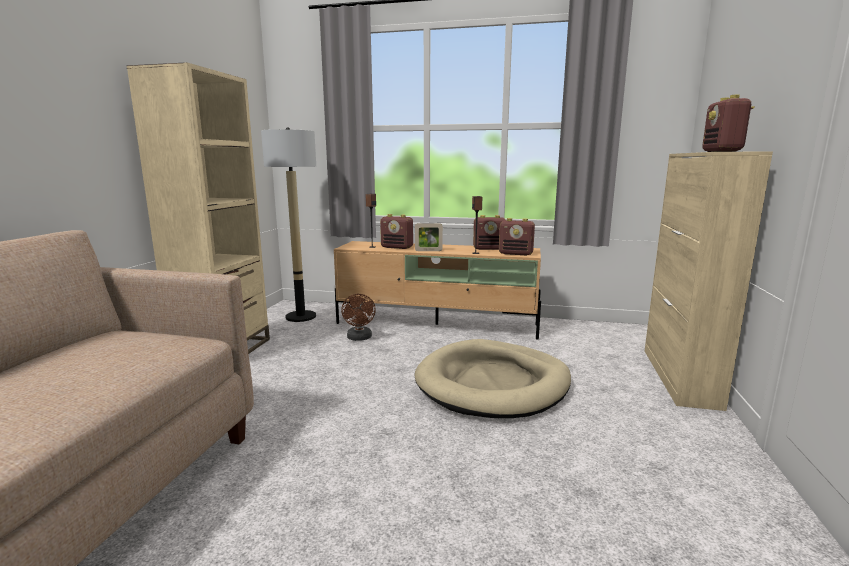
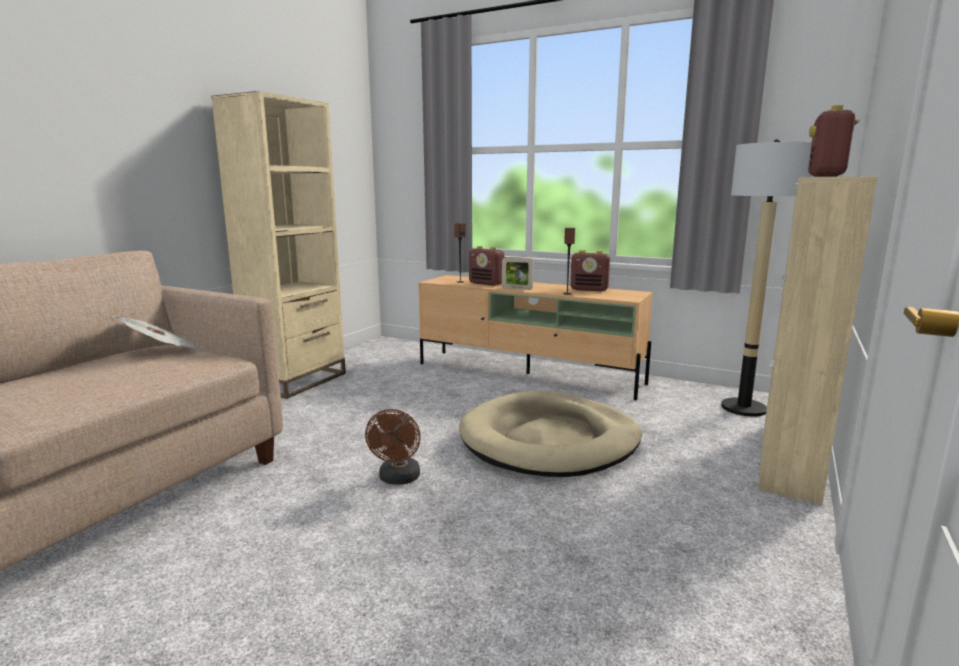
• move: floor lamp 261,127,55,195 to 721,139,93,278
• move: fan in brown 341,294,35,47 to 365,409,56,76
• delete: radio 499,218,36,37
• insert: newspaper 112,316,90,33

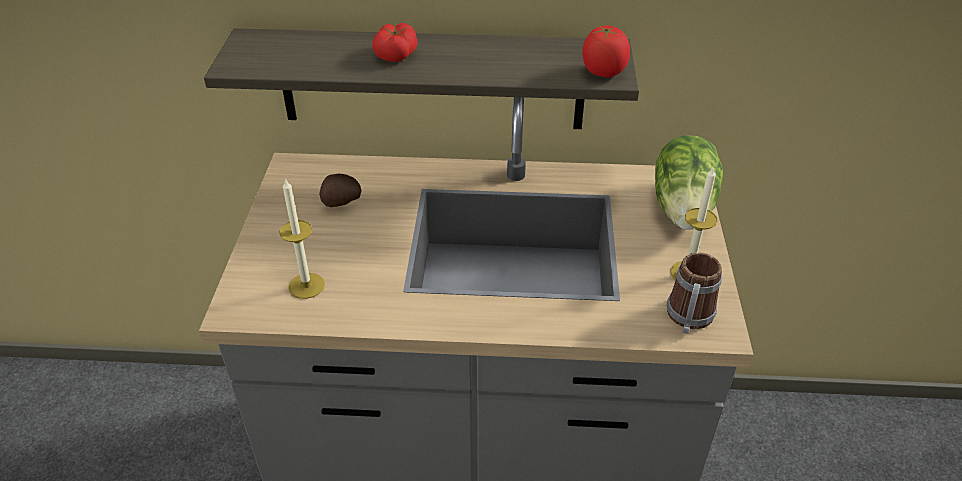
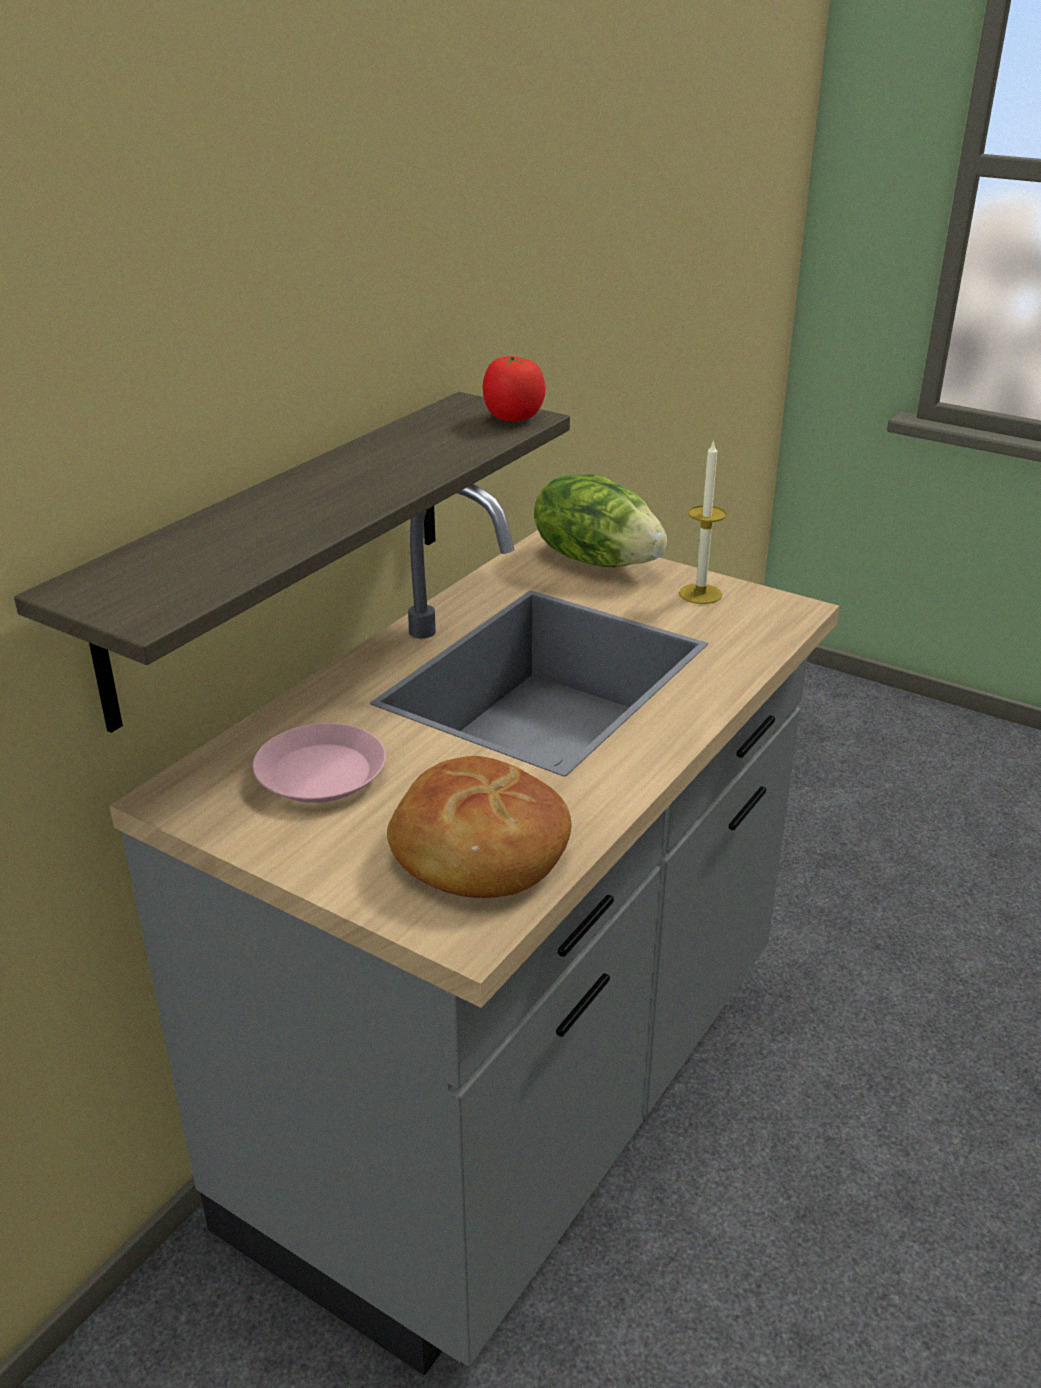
• replace: candle 279,179,46,120 to bread 387,756,184,142
• replace: potato 319,174,42,33 to plate in pink 253,723,133,80
• delete: tomato 372,23,46,39
• delete: mug 667,252,55,82

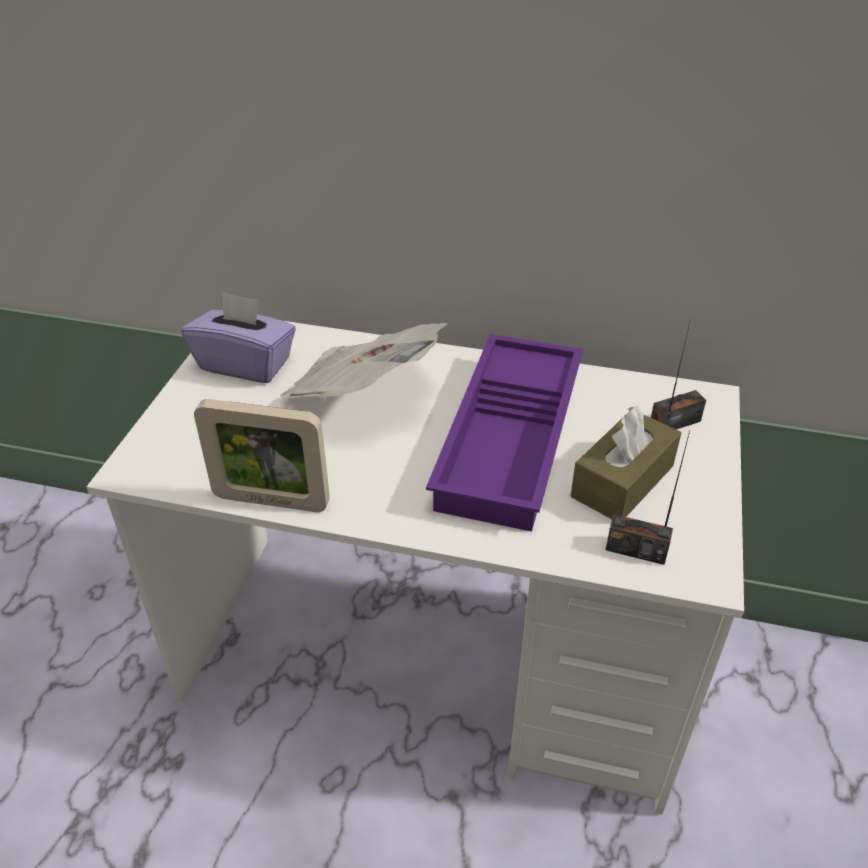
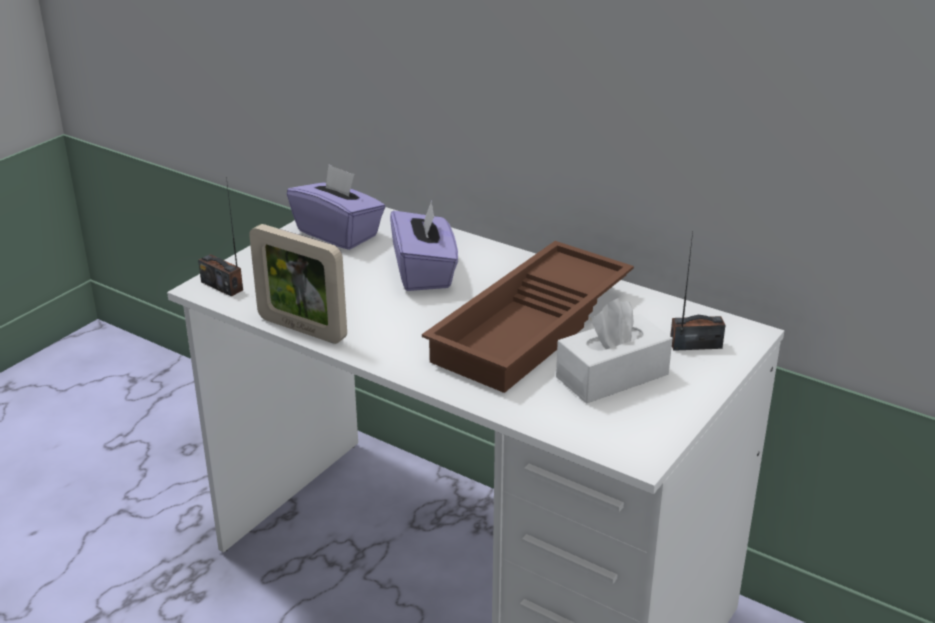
• replace: newspaper 281,323,166,75 to tissue box in purple 390,200,68,91
• recolor: tray in purple 426,334,157,198 to tray in brown 422,241,212,152
• recolor: tissue box in brown 571,406,110,113 to tissue box in white 556,298,117,106
• move: radio 606,431,84,134 to 198,176,45,120

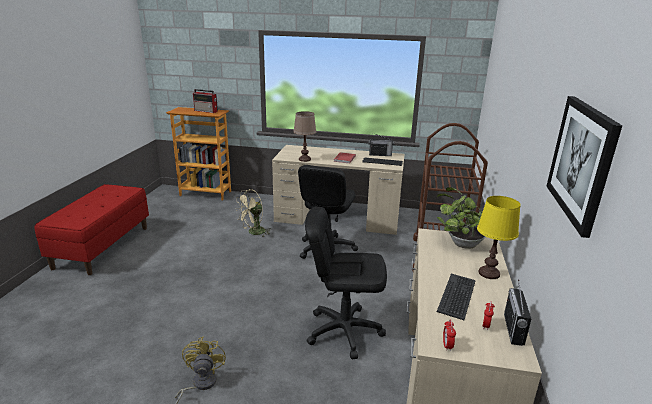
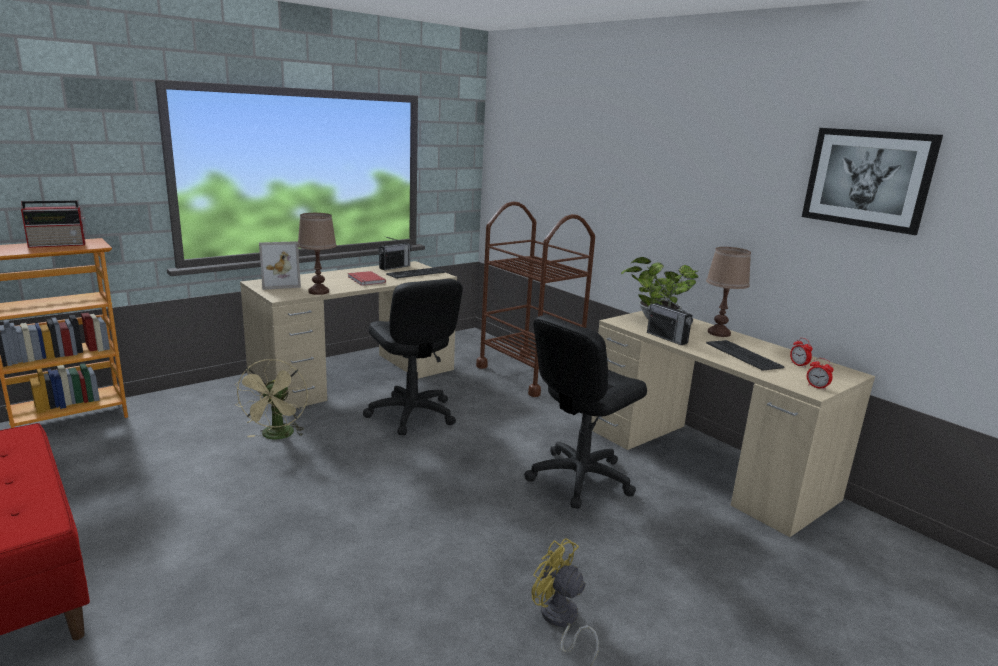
• recolor: table lamp in yellow 477,196,44,83 to table lamp in brown 706,247,45,90
• move: radio 504,279,27,67 to 647,292,46,53
• insert: picture frame 259,241,42,49

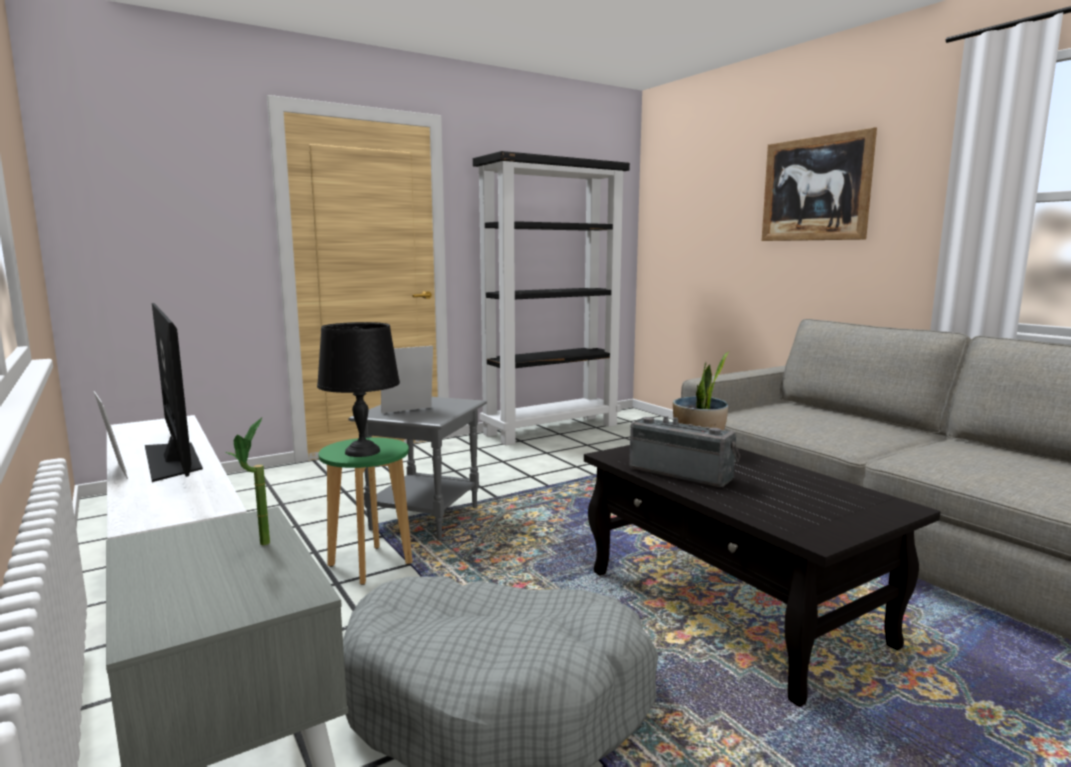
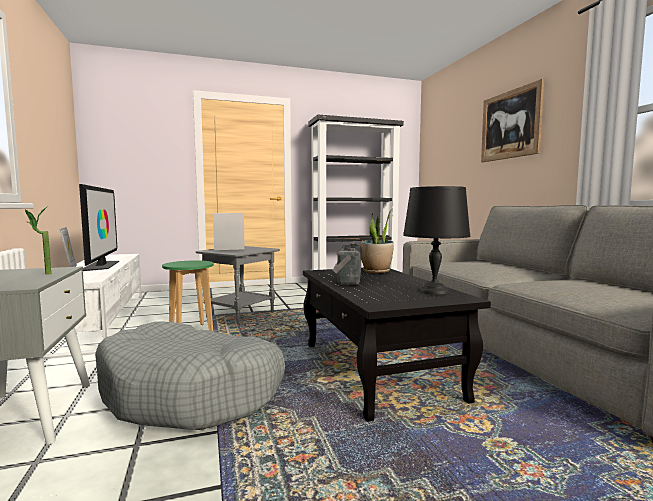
• move: table lamp in black 317,322,83,135 to 403,186,67,109
• rotate: radio 629,416,111,71 = 332,243,29,42 135 degrees counterclockwise

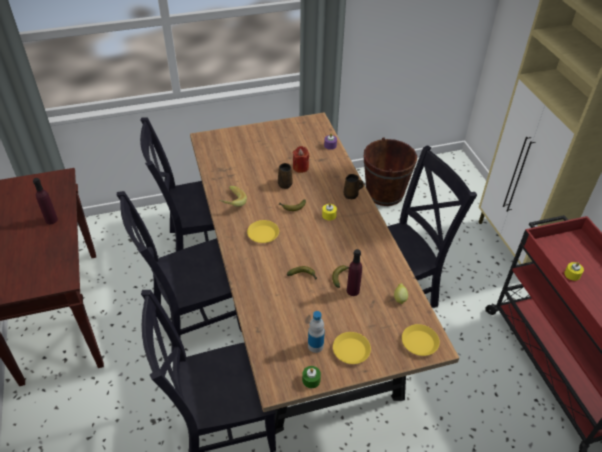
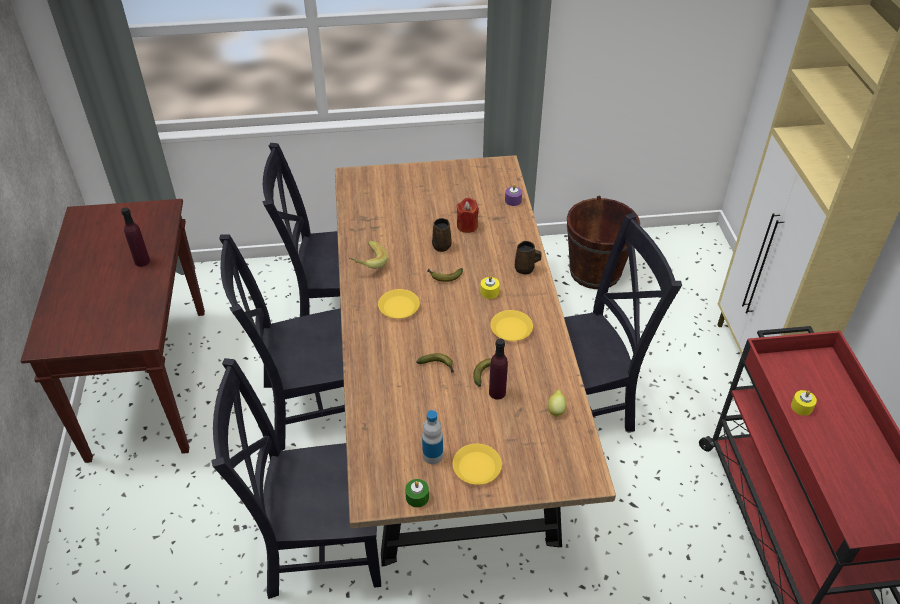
• move: plate in yellow 402,324,38,32 to 490,310,43,31

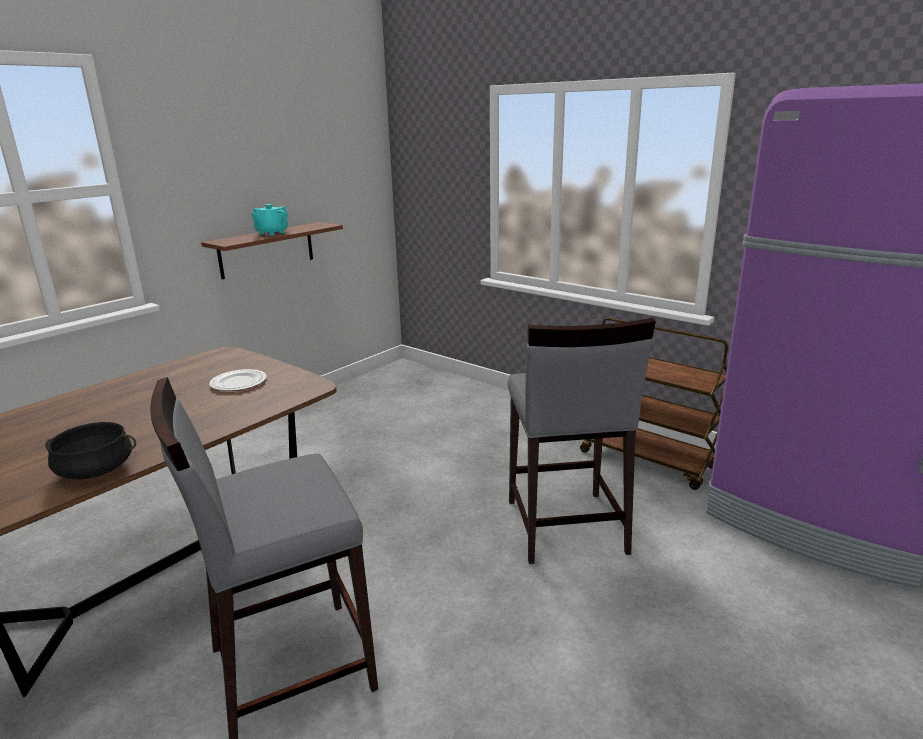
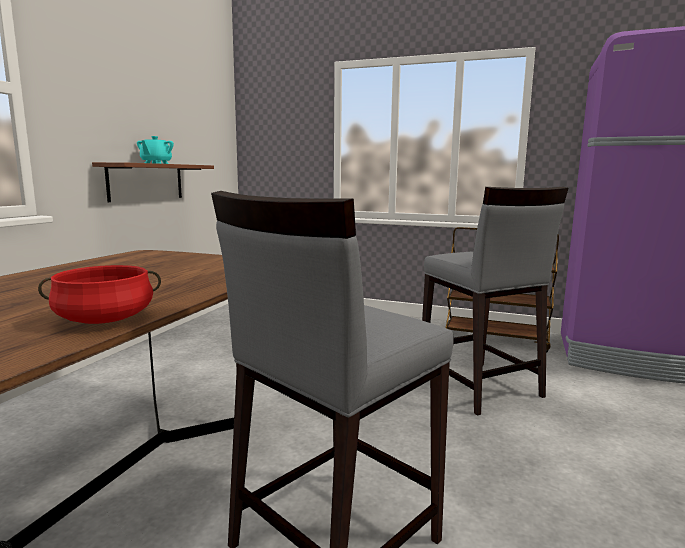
• recolor: cooking pot in black 45,422,91,57 to cooking pot in red 38,265,123,59
• delete: plate 209,369,58,22

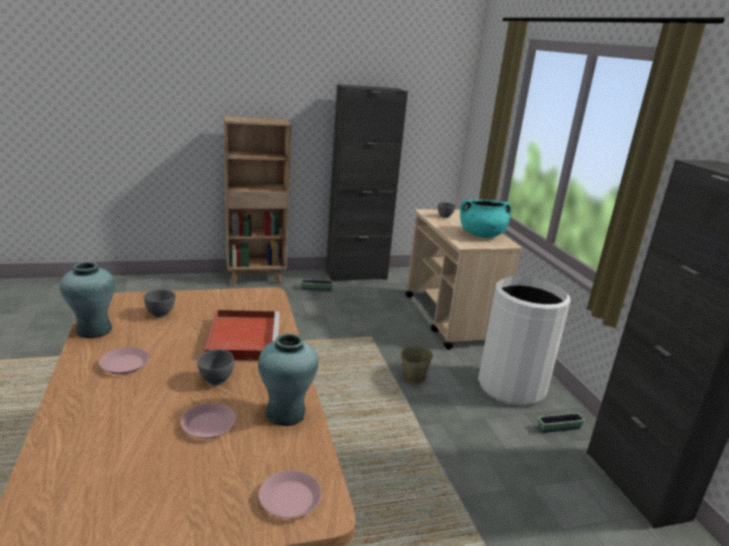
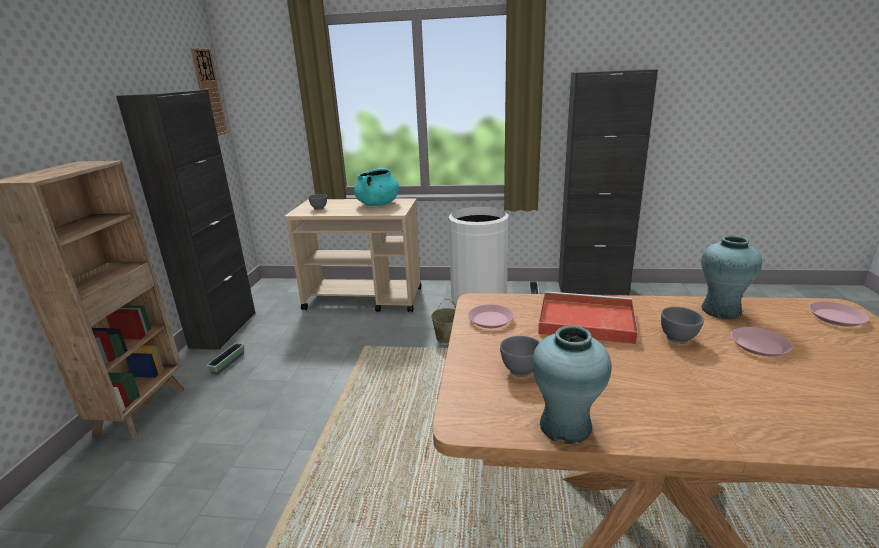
• move: plate in pink 99,347,50,27 to 468,304,46,24
• insert: wall clock 190,48,38,87

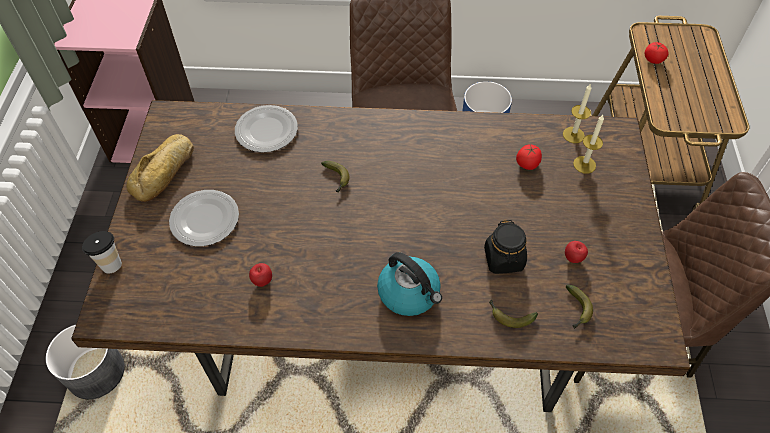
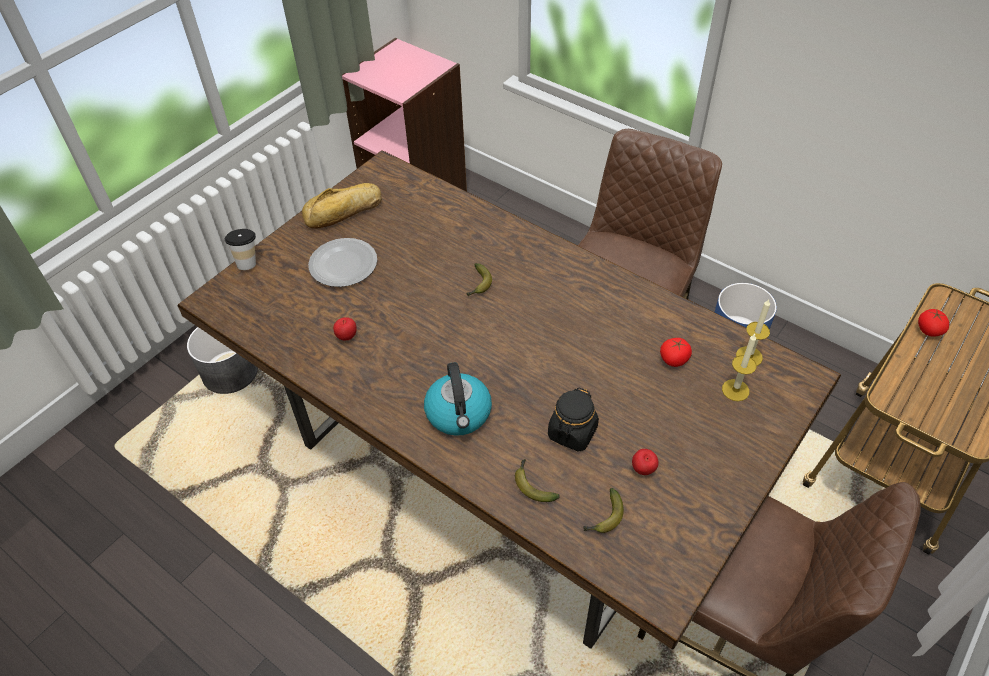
• delete: plate 235,105,63,47

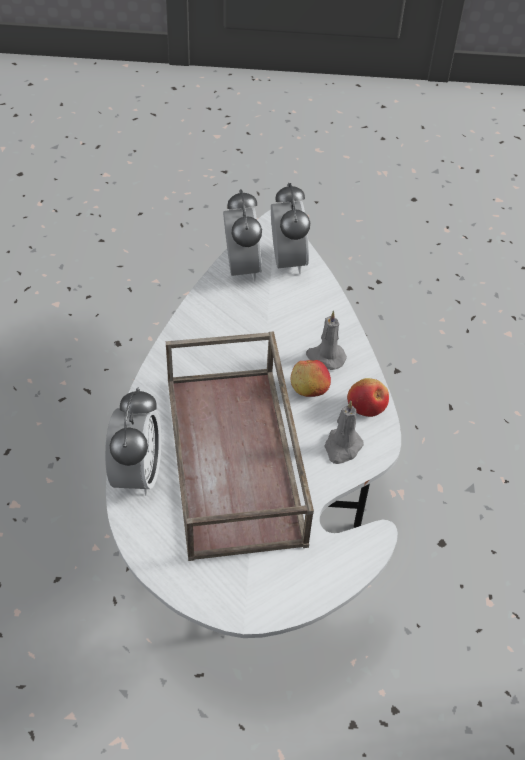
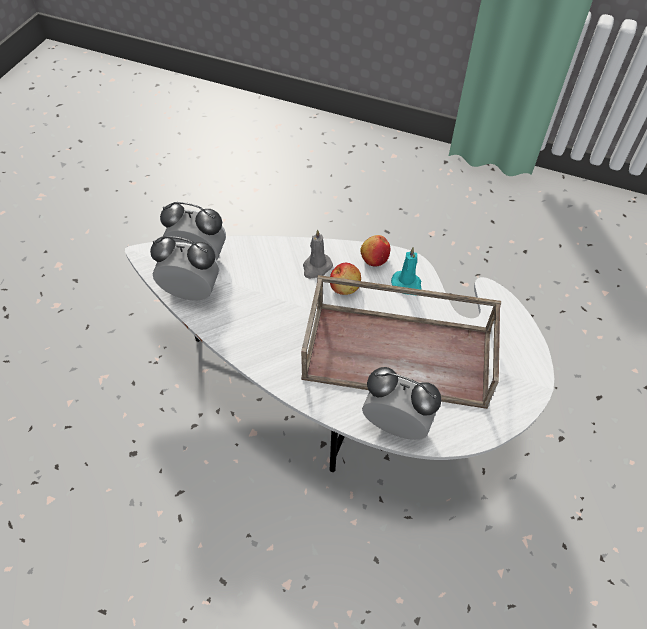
• recolor: candle in grey 324,401,40,63 to candle in turquoise 391,247,31,49

